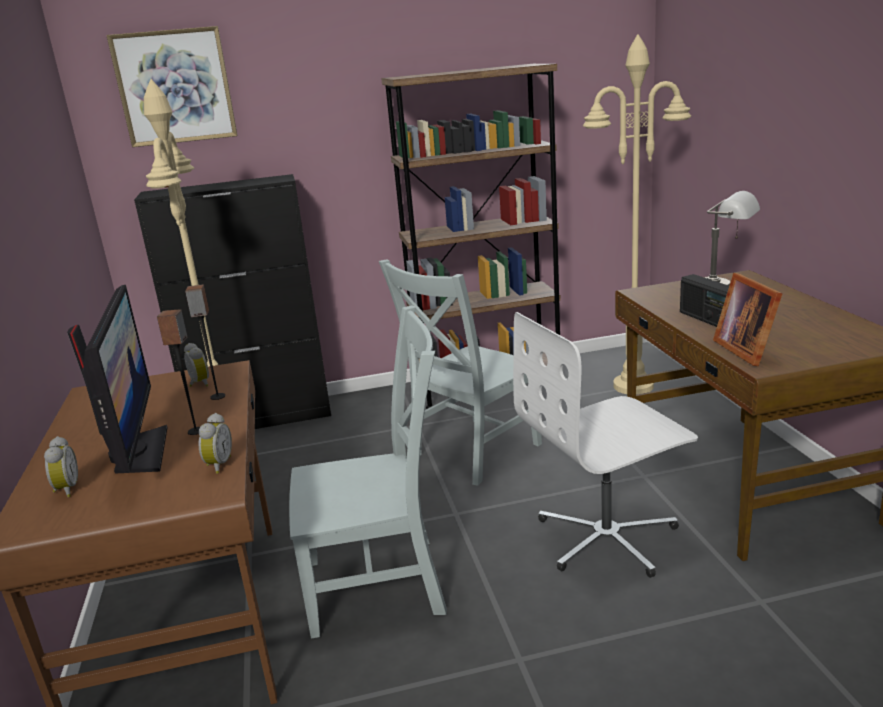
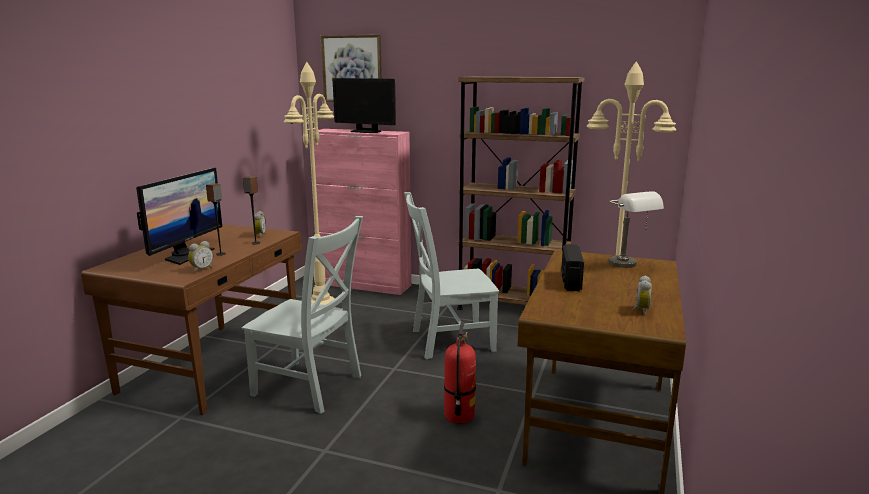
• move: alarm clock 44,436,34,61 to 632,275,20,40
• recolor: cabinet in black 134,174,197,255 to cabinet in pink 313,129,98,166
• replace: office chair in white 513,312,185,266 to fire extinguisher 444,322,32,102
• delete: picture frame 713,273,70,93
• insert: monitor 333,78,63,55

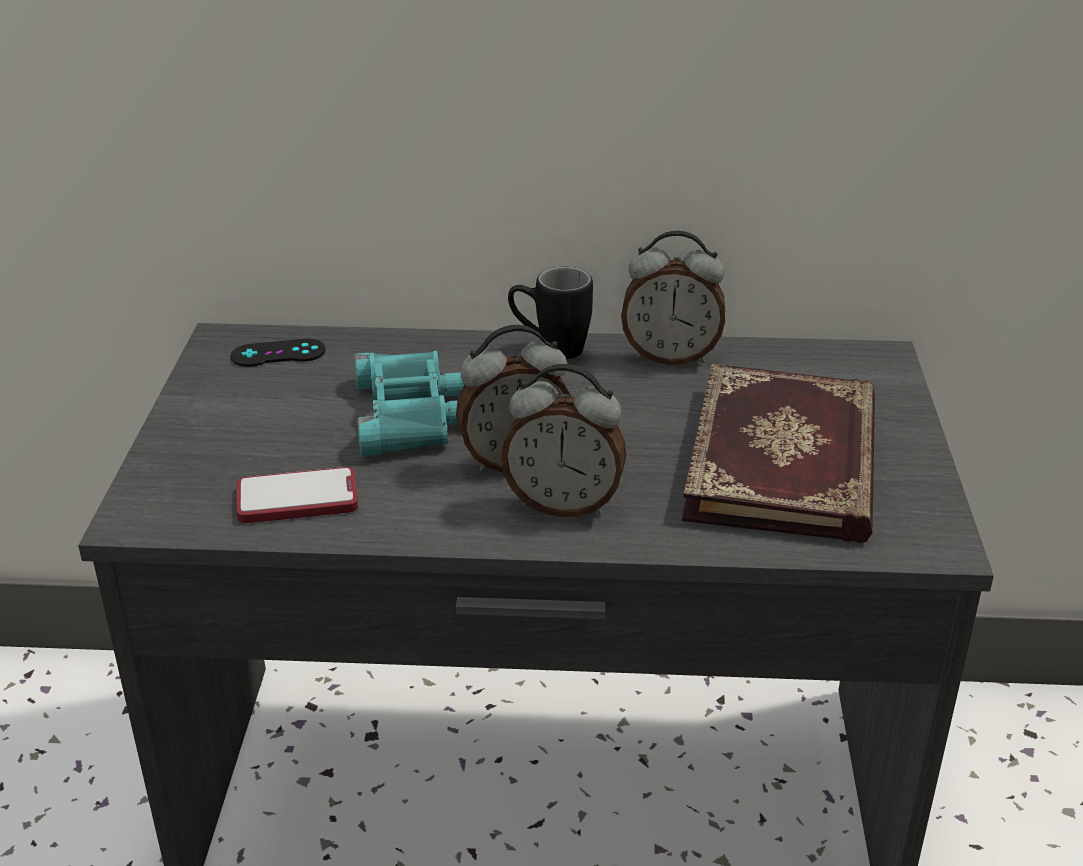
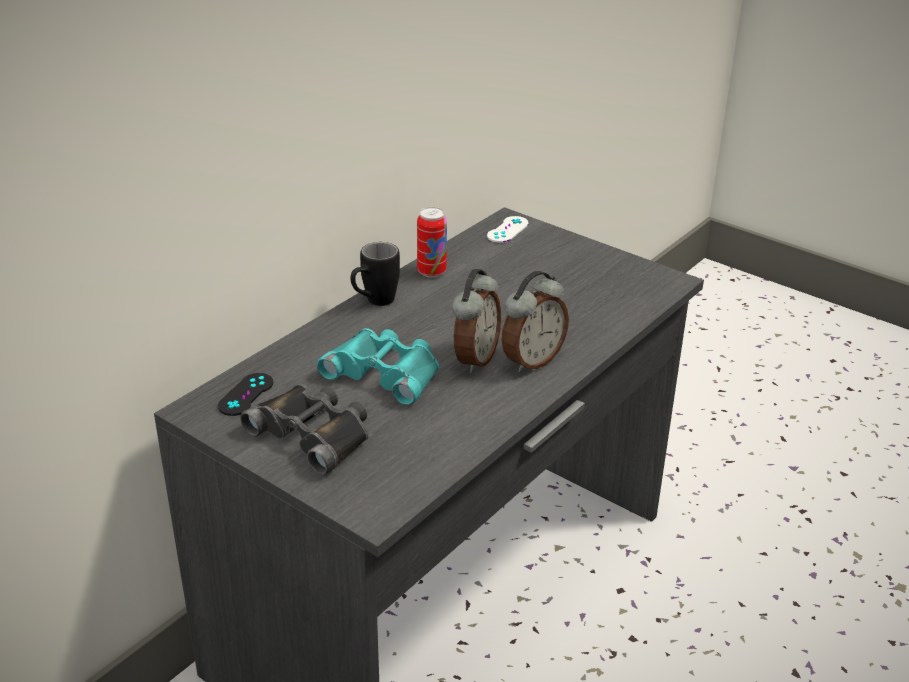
• delete: phone 236,467,122,56
• replace: alarm clock 621,230,104,135 to can 417,207,30,71
• delete: book 682,363,193,180
• insert: binoculars in black 240,384,129,91
• insert: game controller in white 487,216,42,27

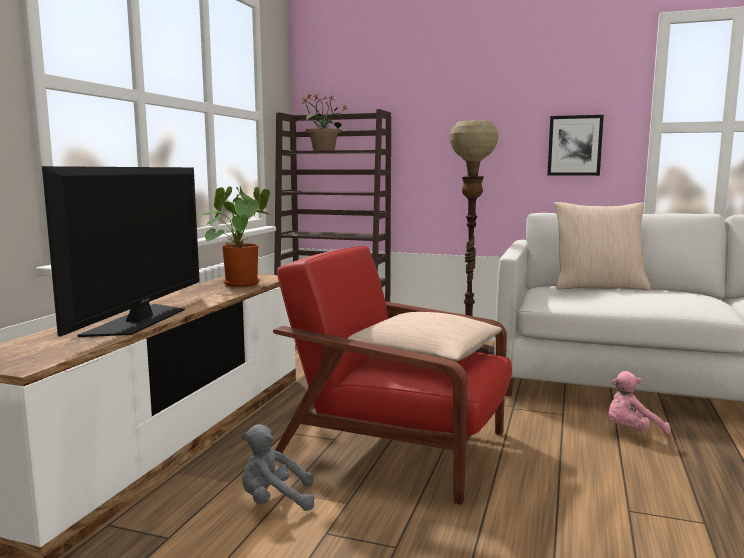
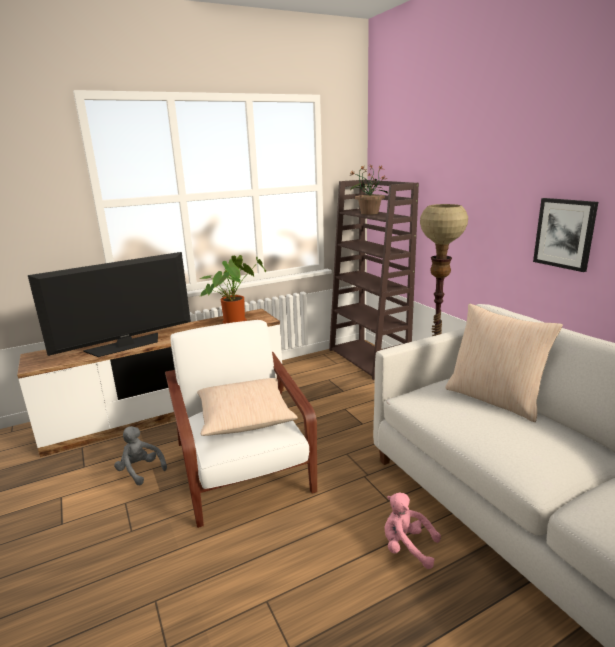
• recolor: armchair in red 273,246,239,259 to armchair in white 165,320,152,208

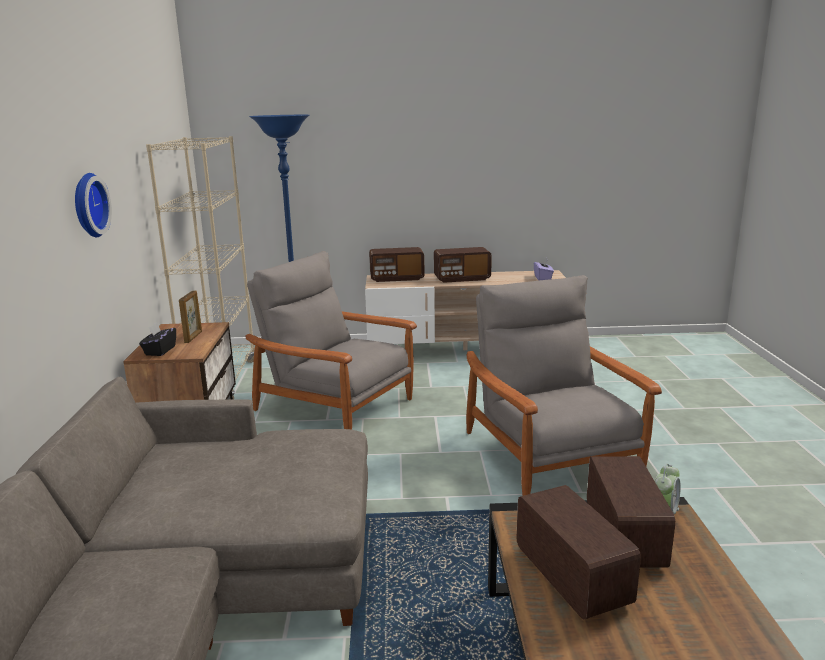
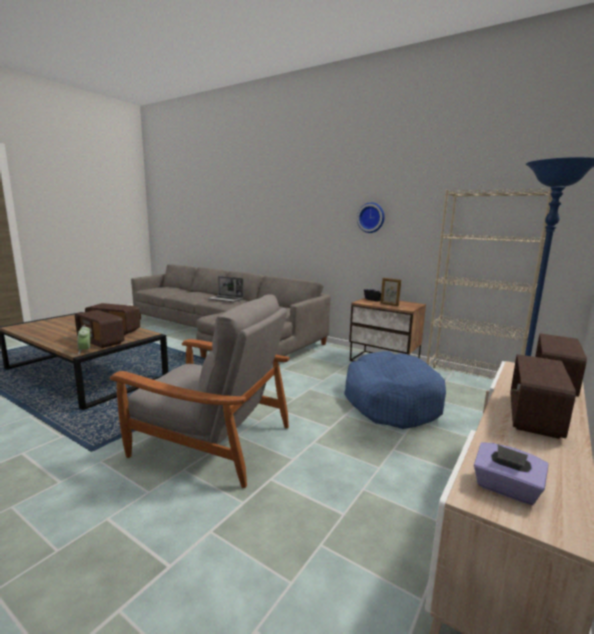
• replace: armchair in grey 246,251,171,178 to dog bed in blue 344,351,102,78
• insert: laptop 207,276,37,26

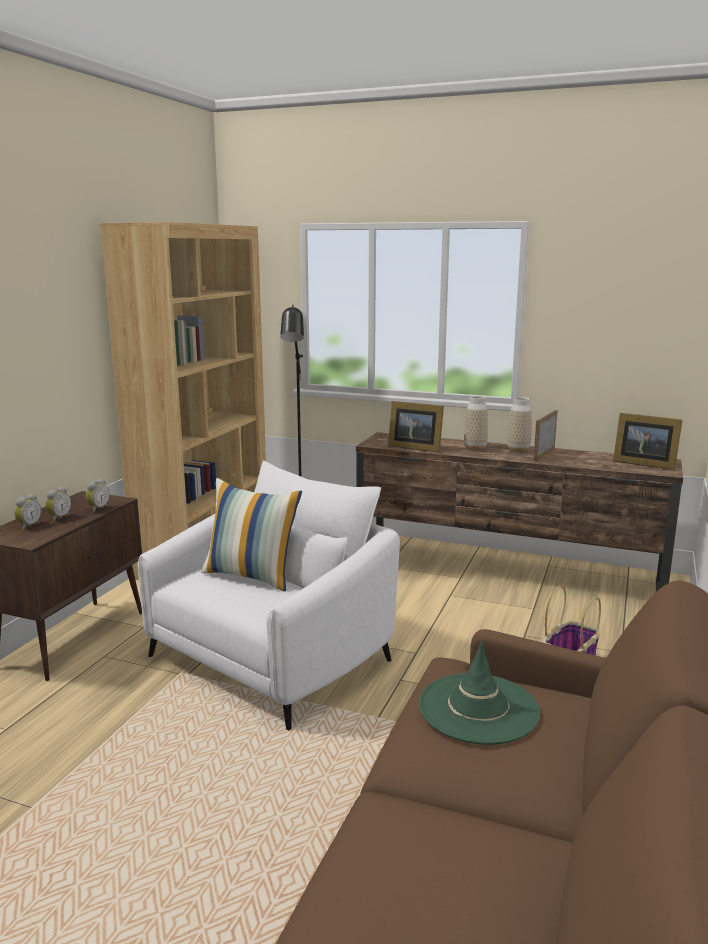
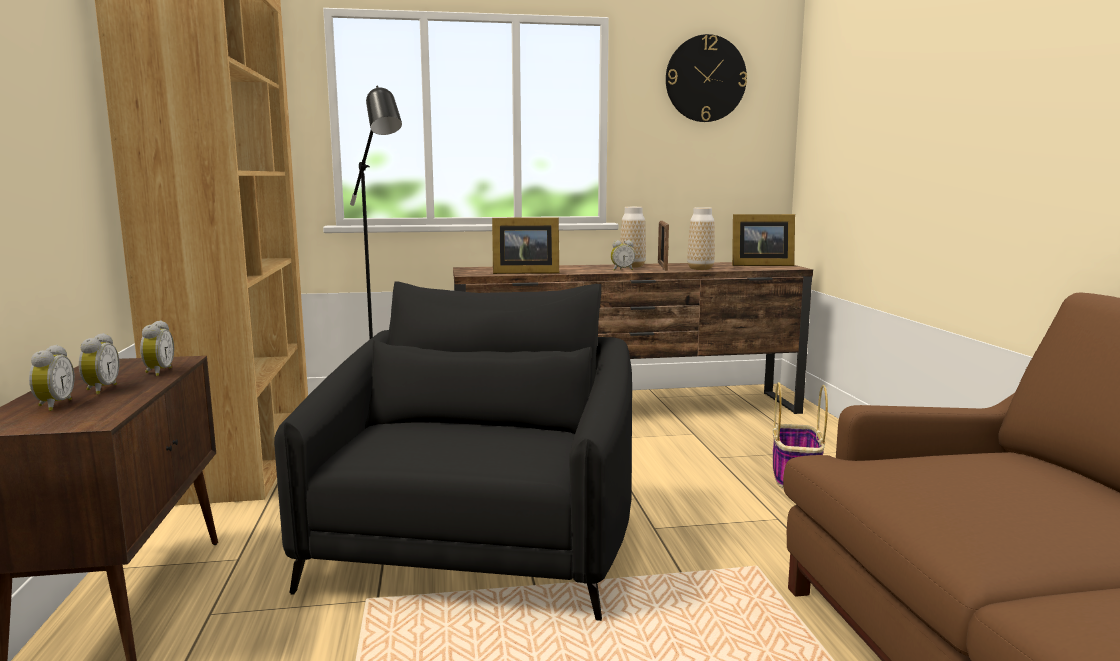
• recolor: armchair in white 138,460,262,270 to armchair in black 274,281,358,340
• delete: pillow 201,478,101,114
• delete: hat in green 419,641,121,104
• move: vase 464,396,24,55 to 687,207,28,63
• insert: alarm clock 611,240,24,31
• insert: wall clock 666,34,81,88

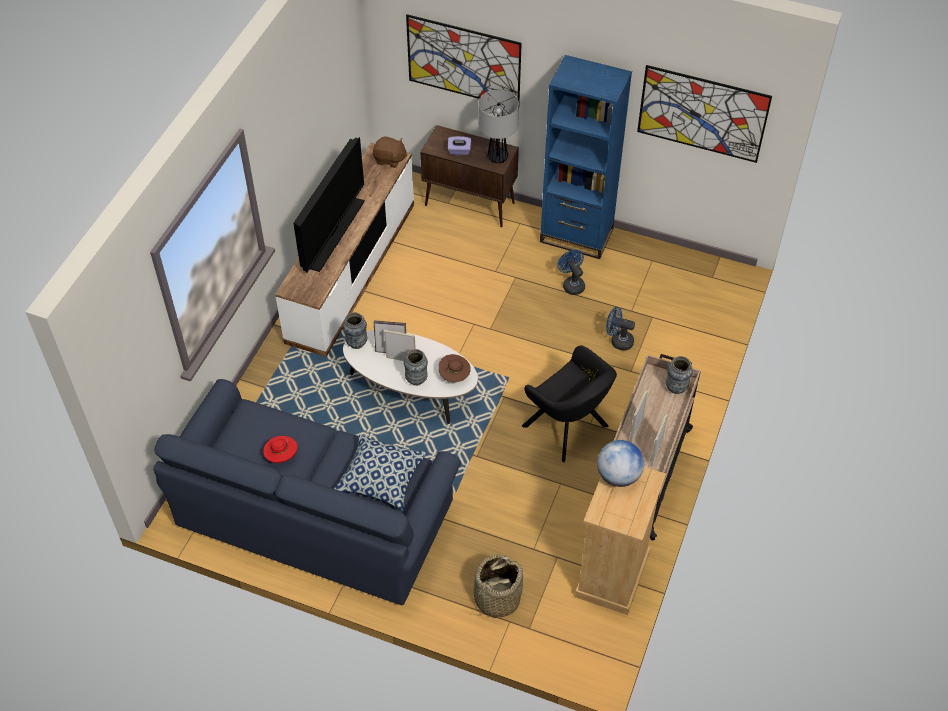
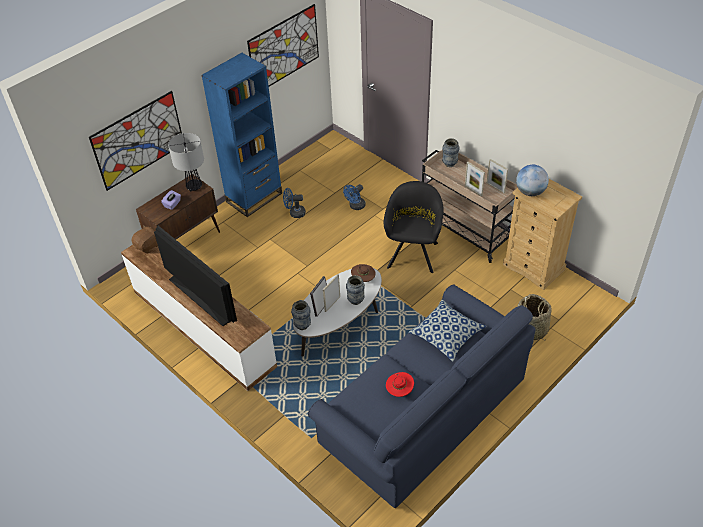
• rotate: armchair in black 522,345,95,117 = 383,181,61,92 60 degrees counterclockwise

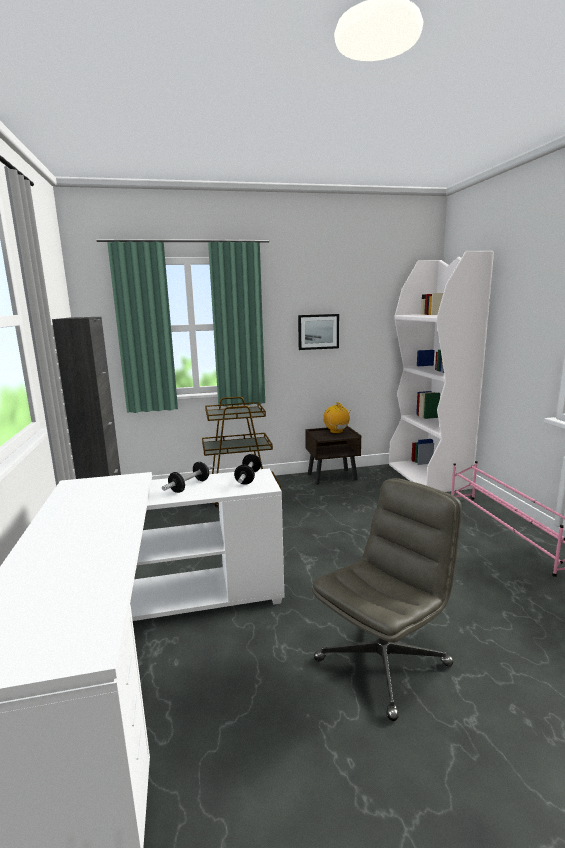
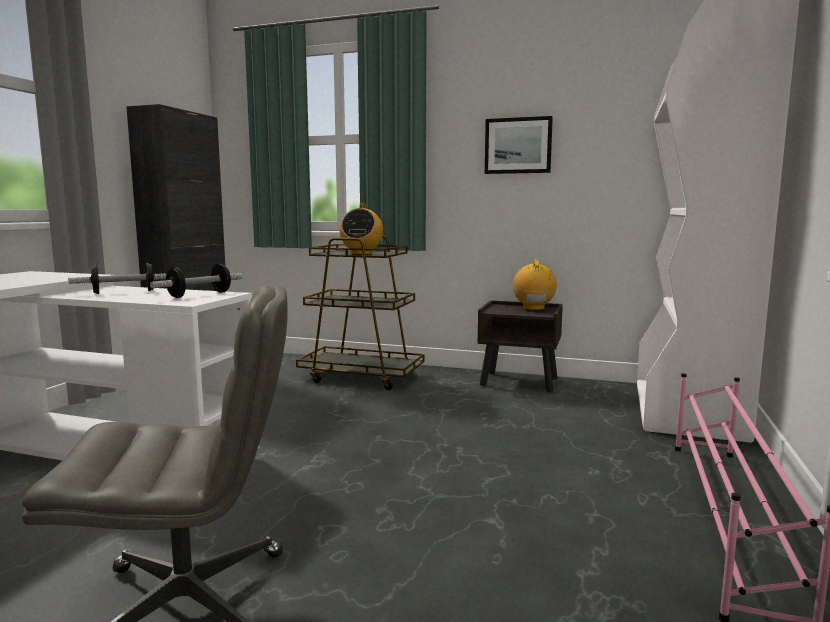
• insert: radio 339,203,44,52

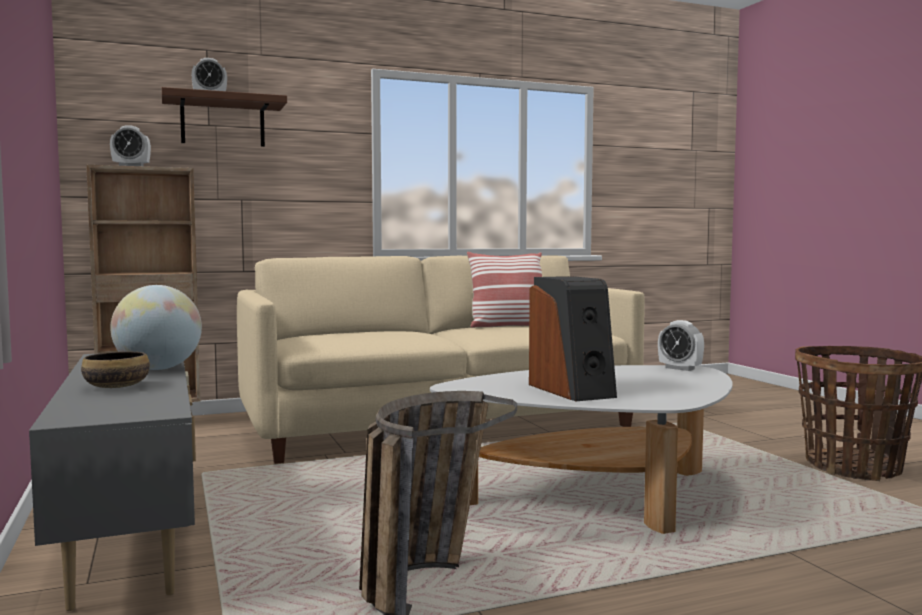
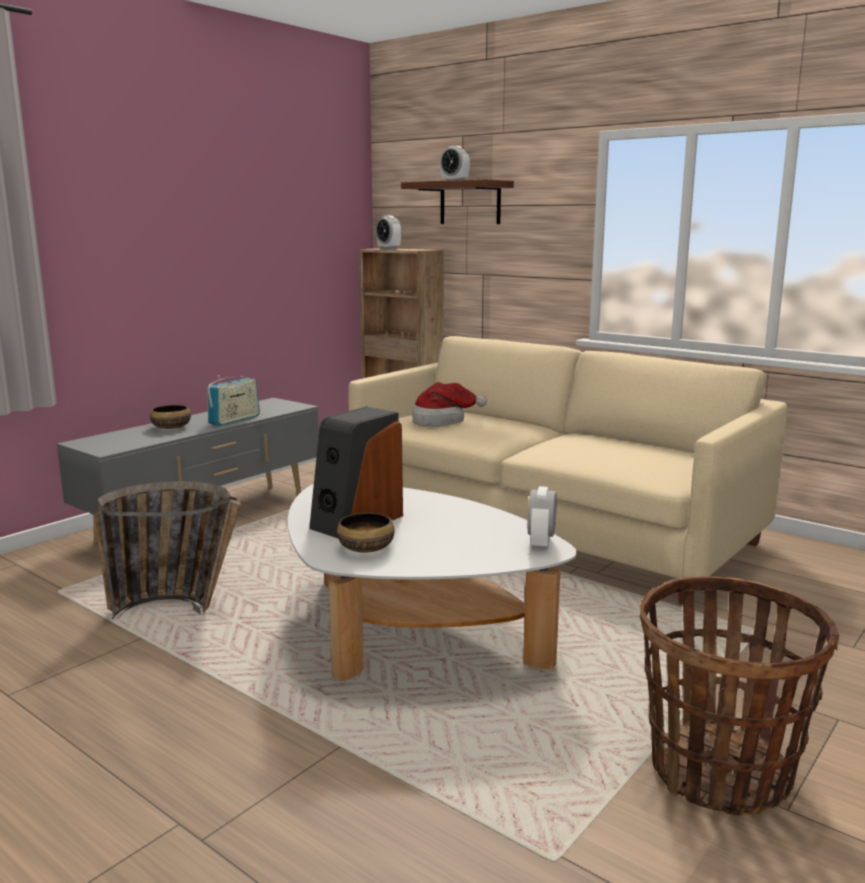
• replace: globe 110,285,92,85 to radio 208,375,52,51
• delete: pillow 467,252,75,76
• insert: bowl 337,513,57,40
• insert: hat 412,382,75,45

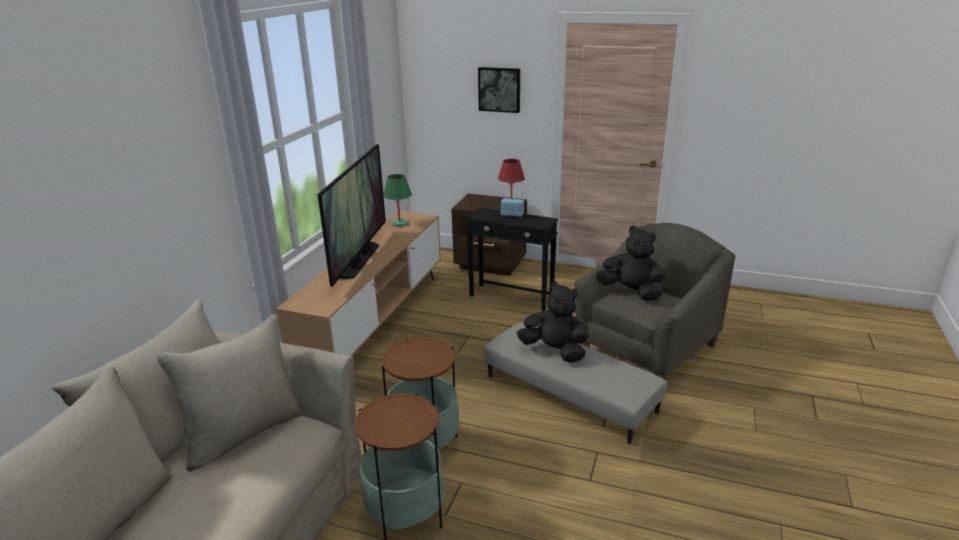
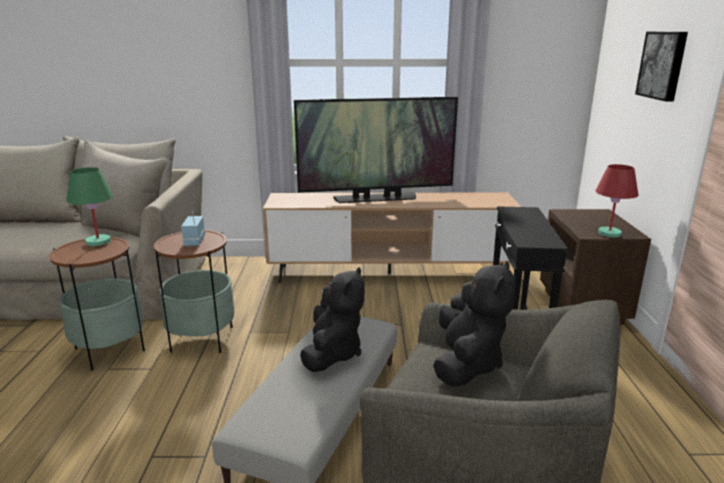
• move: table lamp in green 383,174,29,53 to 66,167,47,79
• move: radio 501,193,23,24 to 181,211,24,36

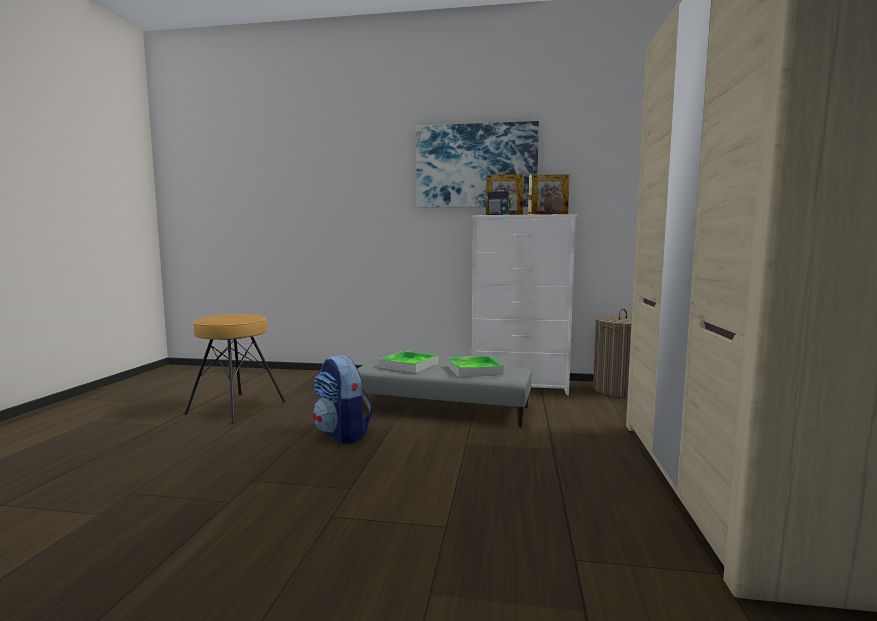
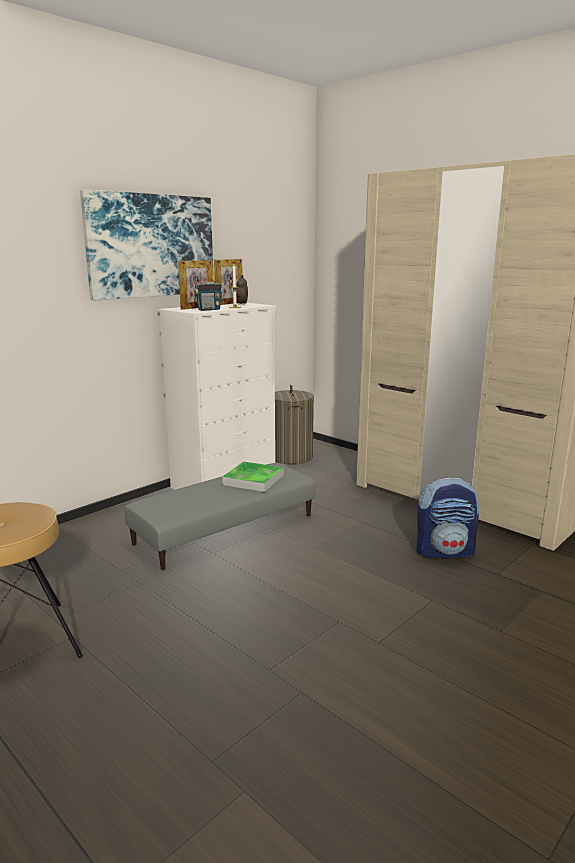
• move: backpack 313,355,60,89 to 416,477,63,81
• delete: tray 379,351,60,22

